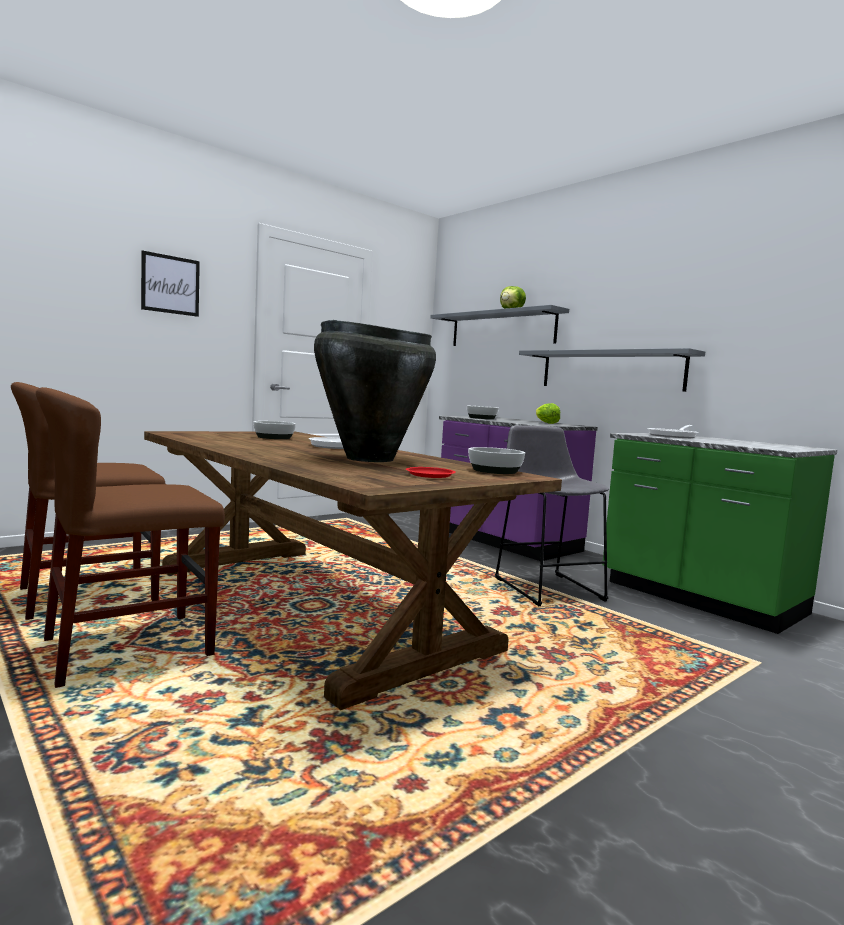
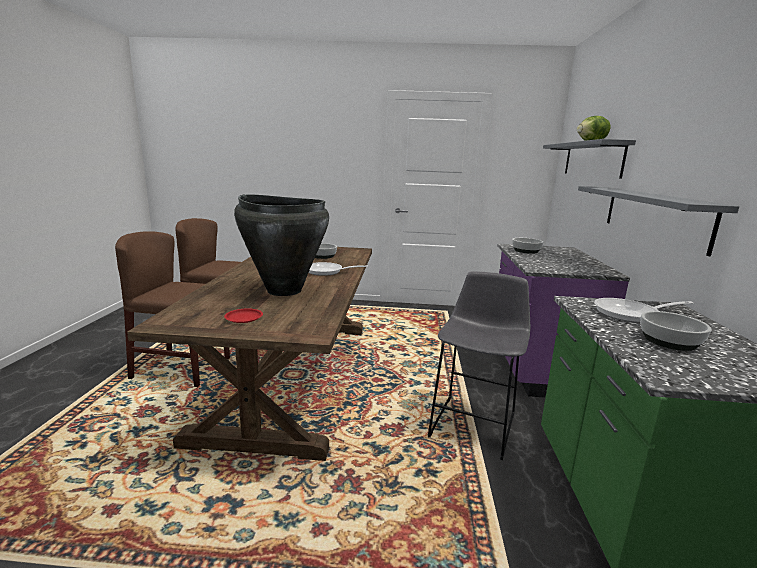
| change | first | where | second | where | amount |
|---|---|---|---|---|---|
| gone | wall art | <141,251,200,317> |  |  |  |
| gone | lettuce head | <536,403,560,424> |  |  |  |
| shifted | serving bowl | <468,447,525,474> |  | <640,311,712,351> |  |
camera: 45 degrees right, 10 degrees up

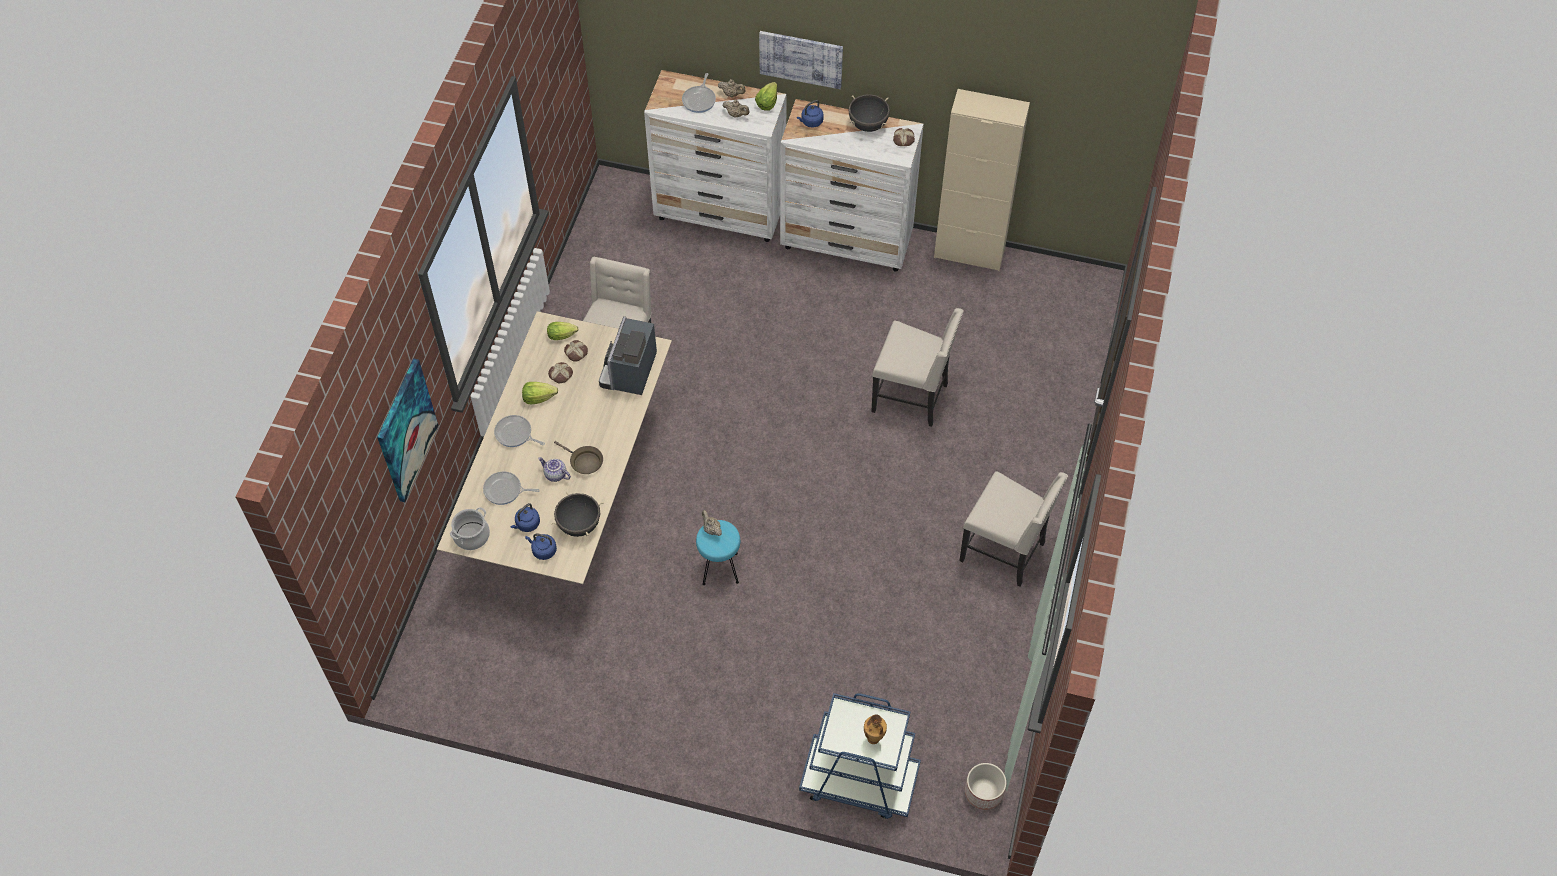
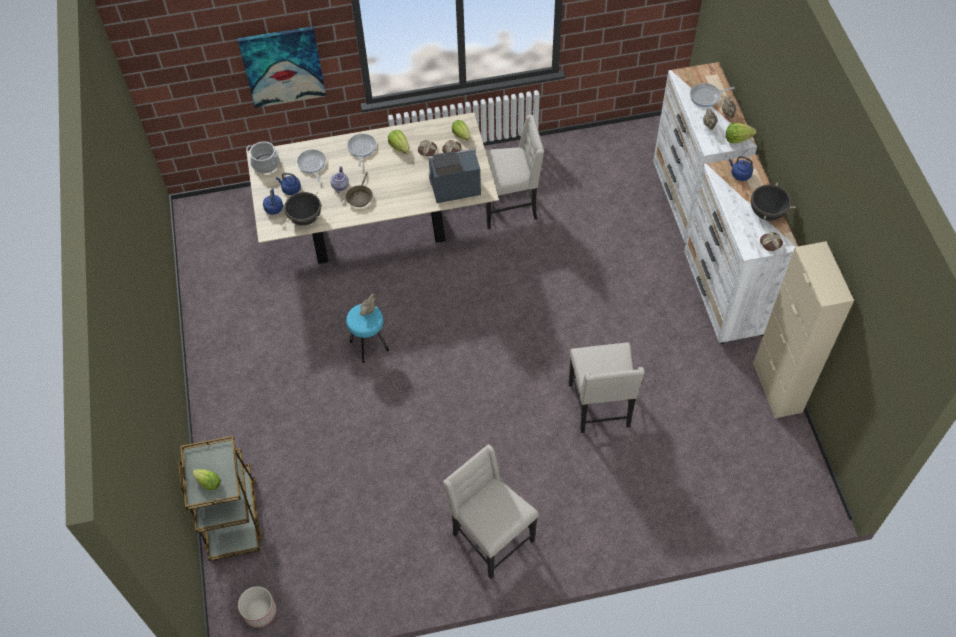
| change | first | where | second | where | amount |
|---|---|---|---|---|---|
| gone | wall art | <759,31,843,89> |  |  |  |
| rotated | plain chair/sand-coloured | <959,471,1068,587> |  | <443,444,538,579> | 135 degrees clockwise |
| repainted | trolley/blue-coloured | <799,693,921,819> | trolley/brown-coloured | <178,436,263,561> |  |
| swapped | decorative vase | <864,715,887,744> | lettuce head | <192,469,221,490> |  |
camera: 65 degrees right, 0 degrees up

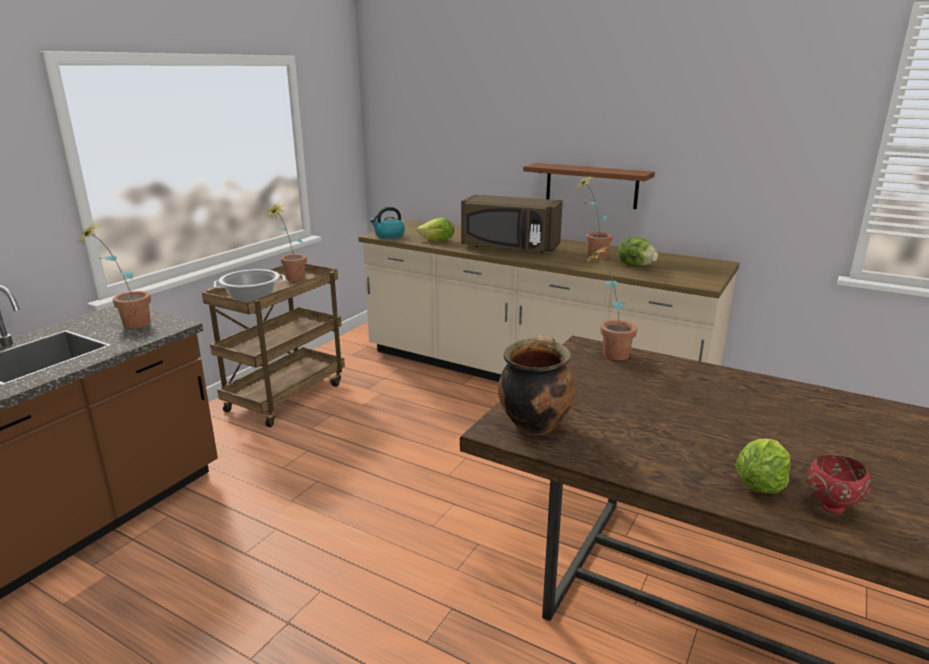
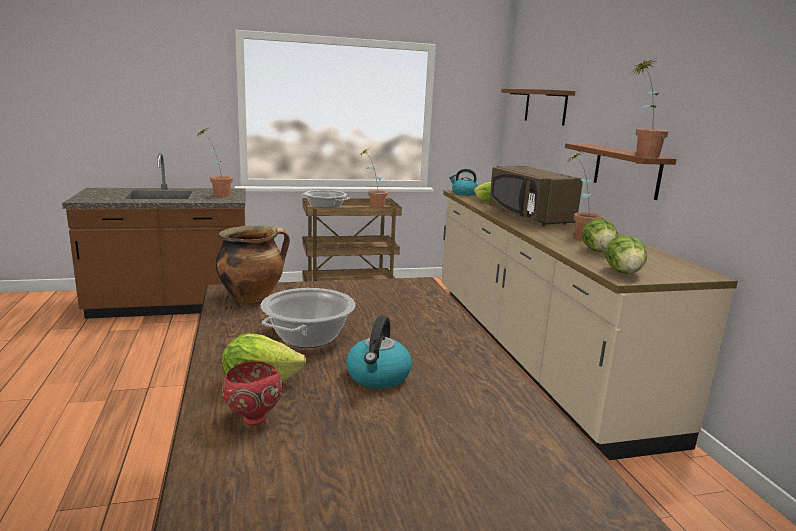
| change | first | where | second | where | amount |
|---|---|---|---|---|---|
| shifted | houseplant | <587,245,637,360> |  | <631,58,669,157> |  |
| new |  |  | wall shelf/brown-coloured | <501,89,575,126> |  |
| new |  |  | lettuce head | <605,235,647,274> |  |
| new |  |  | saucepot | <261,288,355,348> |  |
| new |  |  | tea kettle | <346,316,412,389> |  |
camera: 45 degrees right, 5 degrees down

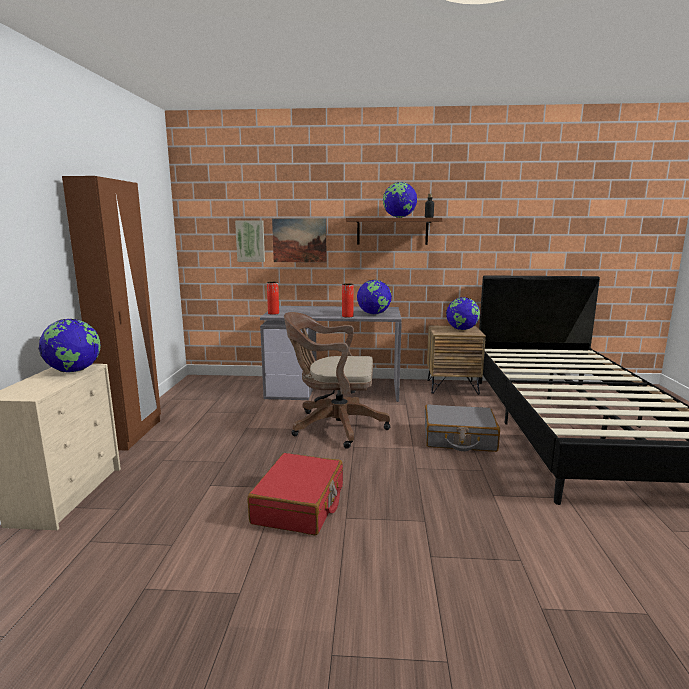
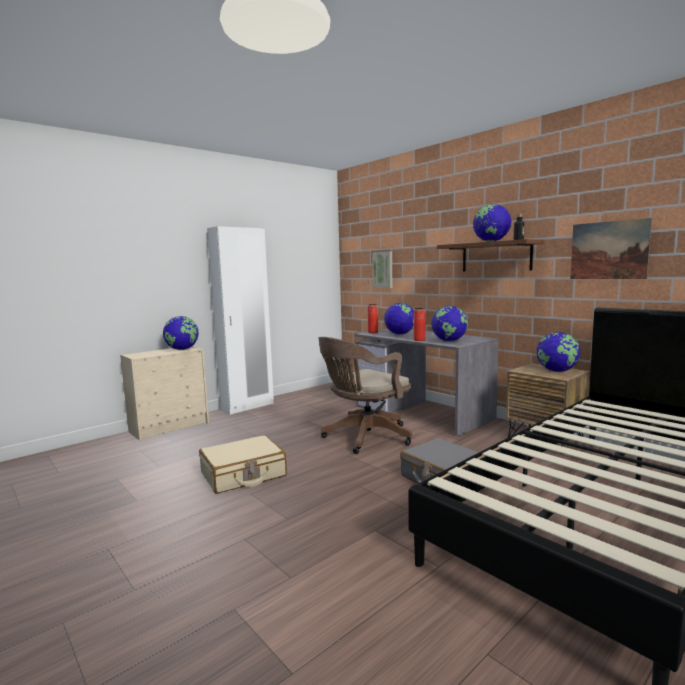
| change | first | where | second | where | amount |
|---|---|---|---|---|---|
| repainted | clothes cupboard/brown-coloured | <62,176,161,451> | clothes cupboard/white-coloured | <207,226,274,415> |  |
| shifted | wall art | <272,218,327,263> |  | <570,218,652,279> |  |
| rotated | computer chair/brown-coloured | <284,312,390,449> |  | <318,337,412,454> | 90 degrees counterclockwise |
| repainted | suitcase/red | <248,453,343,535> | suitcase/sand-coloured | <199,435,287,494> |  |
| new |  |  | world globe | <384,303,414,334> |  |
camera: 45 degrees right, 5 degrees down

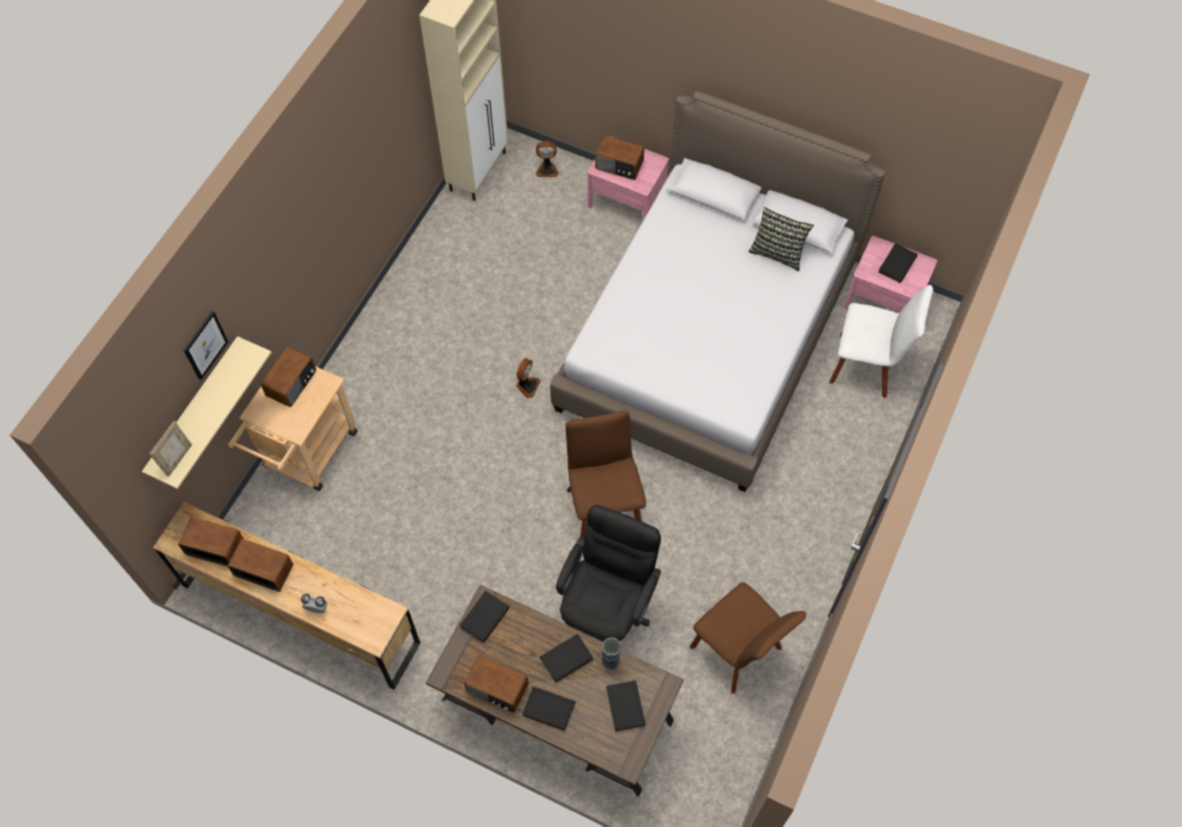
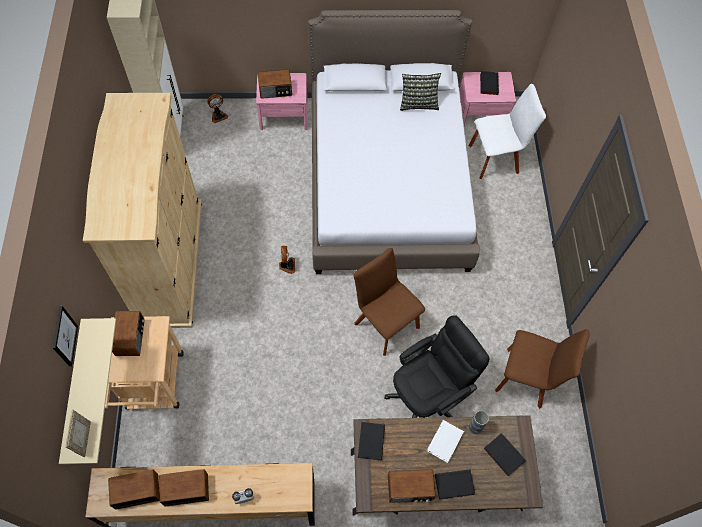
| change | first | where | second | where | amount |
|---|---|---|---|---|---|
| rotated | computer chair/black | <556,505,661,642> |  | <385,315,490,418> | 60 degrees clockwise |
| repainted | book/black | <540,634,593,682> | book/white-coloured | <427,420,464,463> |  |
| new |  |  | clothes cupboard/sand-coloured | <83,93,202,328> |  |
camera: 30 degrees left, 0 degrees up

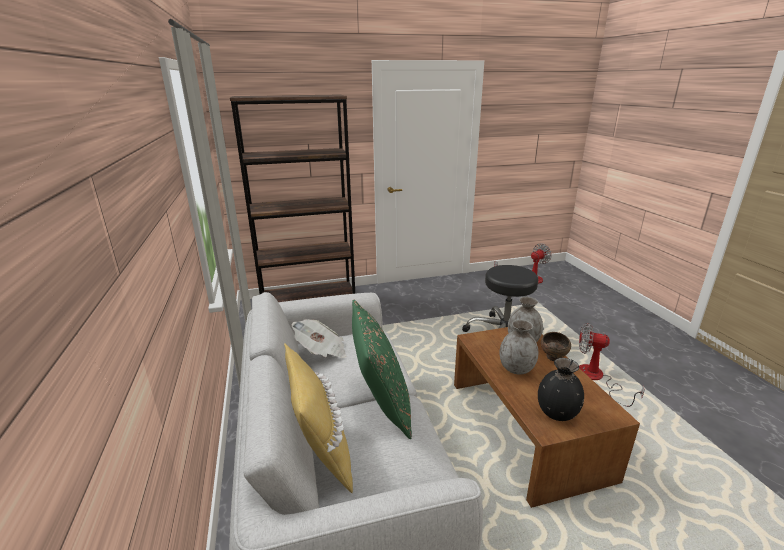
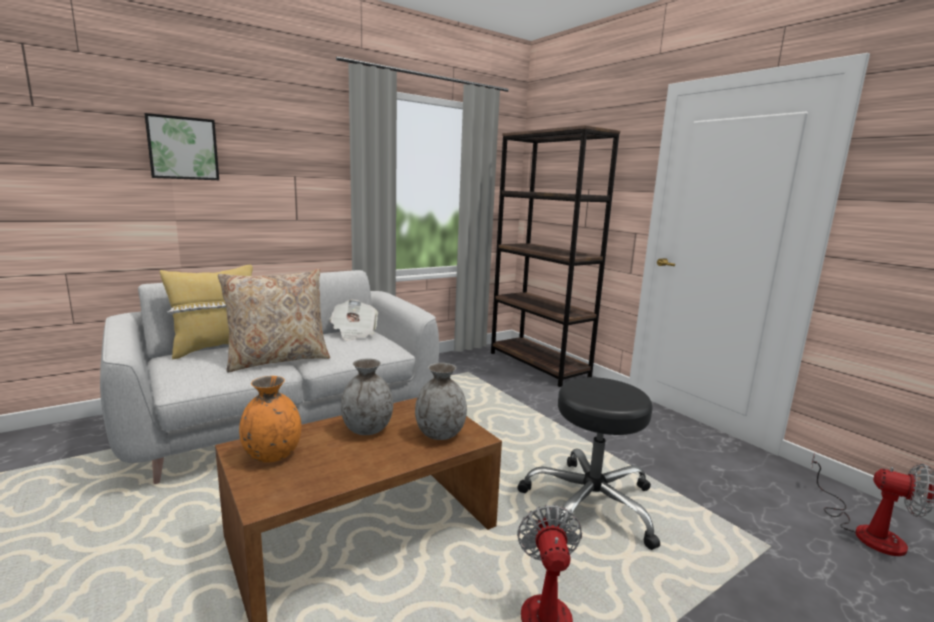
| change | first | where | second | where | amount |
|---|---|---|---|---|---|
| repainted | throw pillow/green | <352,300,412,439> | throw pillow/sand-coloured | <218,269,330,373> |  |
| gone | serving bowl/brown-coloured | <541,332,571,361> |  |  |  |
| repainted | decorative vase/black | <538,358,584,421> | decorative vase/orangey | <239,376,301,463> |  |
| new |  |  | wall art | <144,113,219,180> |  |
camera: 70 degrees right, 10 degrees down

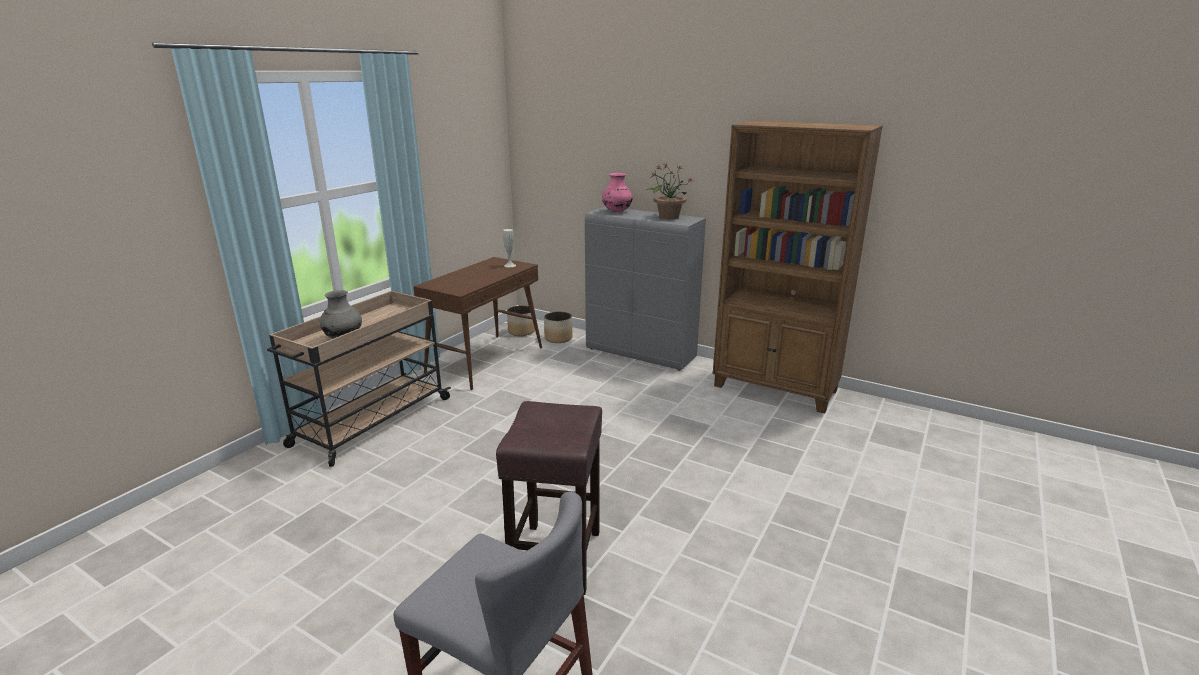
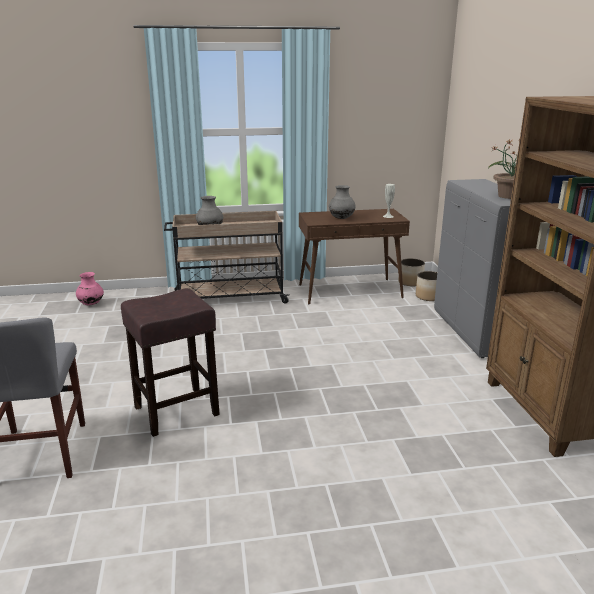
| change | first | where | second | where | amount |
|---|---|---|---|---|---|
| shifted | decorative vase/pink-coloured | <602,173,633,212> |  | <76,272,104,306> |  |
| new |  |  | decorative vase/grey | <329,185,356,219> |  |
camera: 50 degrees right, 0 degrees up

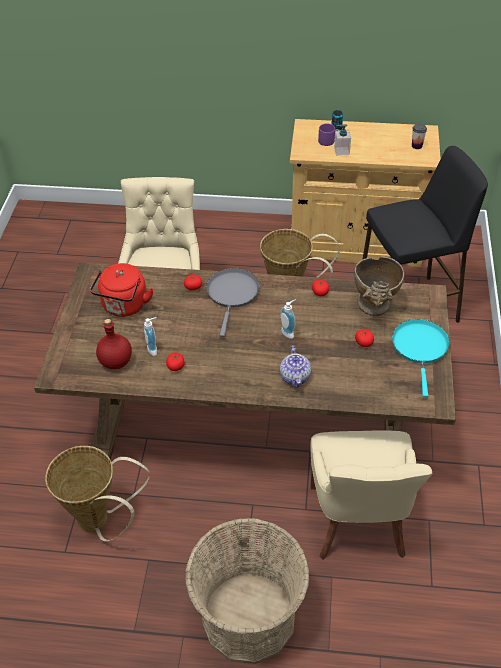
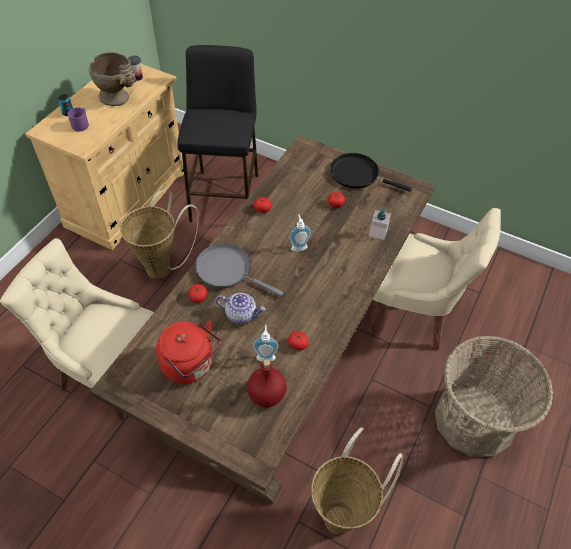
| change | first | where | second | where | amount |
|---|---|---|---|---|---|
| shifted | soap bottle | <334,124,351,156> |  | <369,206,391,240> |  |
| shifted | decorative vase/sand-coloured | <354,256,404,316> |  | <89,52,137,106> |  |
| repainted | frying pan/blue-green | <392,319,450,397> | frying pan/black | <330,153,412,192> |  |
| shifted | pot for tea | <280,345,311,388> |  | <216,293,265,324> |  |
camera: 70 degrees left, 5 degrees up

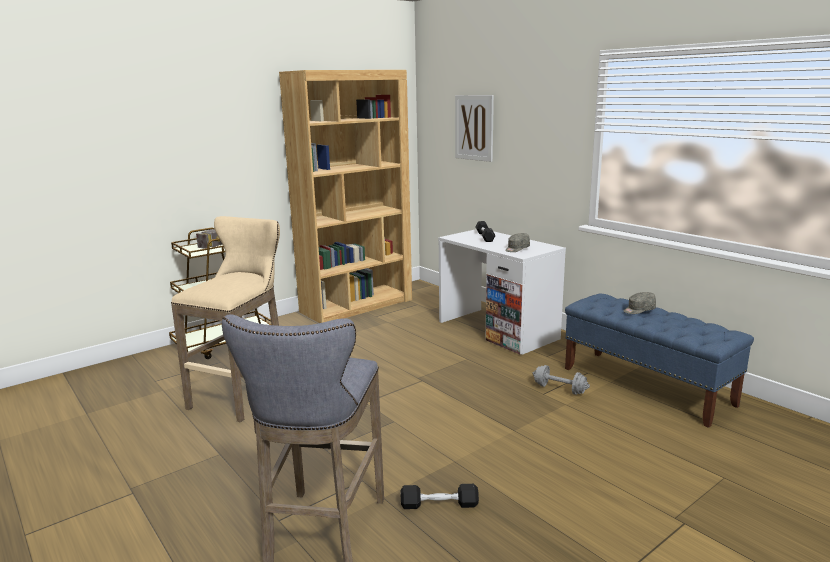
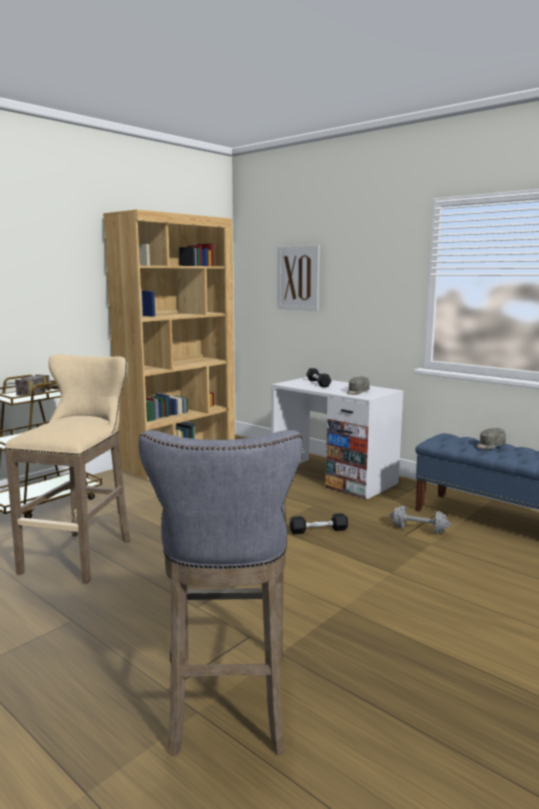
| change | first | where | second | where | amount |
|---|---|---|---|---|---|
| shifted | free weight/black | <401,484,479,509> |  | <290,513,348,534> |  |
camera: 10 degrees left, 5 degrees down

